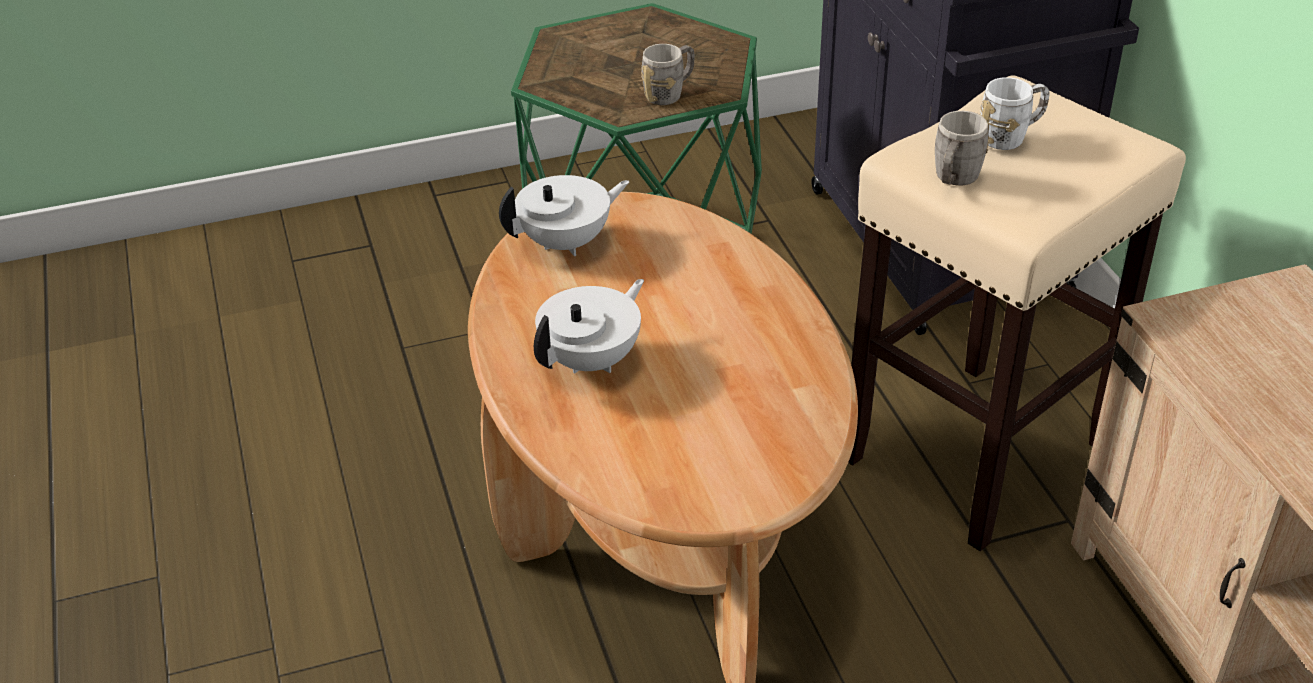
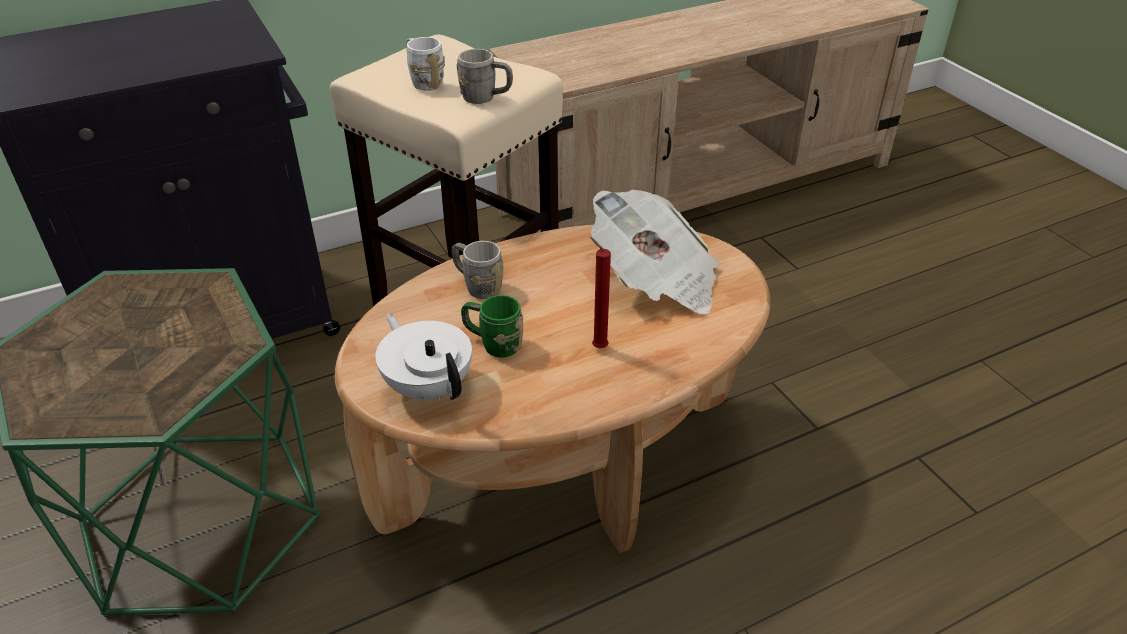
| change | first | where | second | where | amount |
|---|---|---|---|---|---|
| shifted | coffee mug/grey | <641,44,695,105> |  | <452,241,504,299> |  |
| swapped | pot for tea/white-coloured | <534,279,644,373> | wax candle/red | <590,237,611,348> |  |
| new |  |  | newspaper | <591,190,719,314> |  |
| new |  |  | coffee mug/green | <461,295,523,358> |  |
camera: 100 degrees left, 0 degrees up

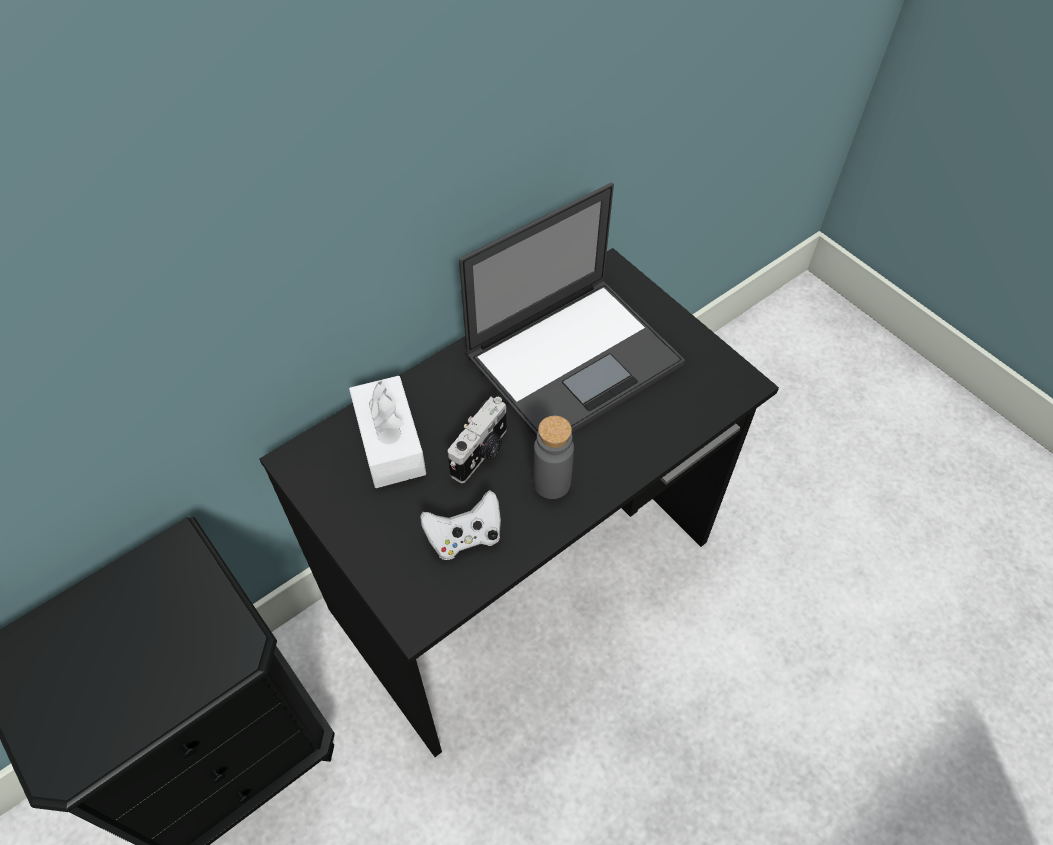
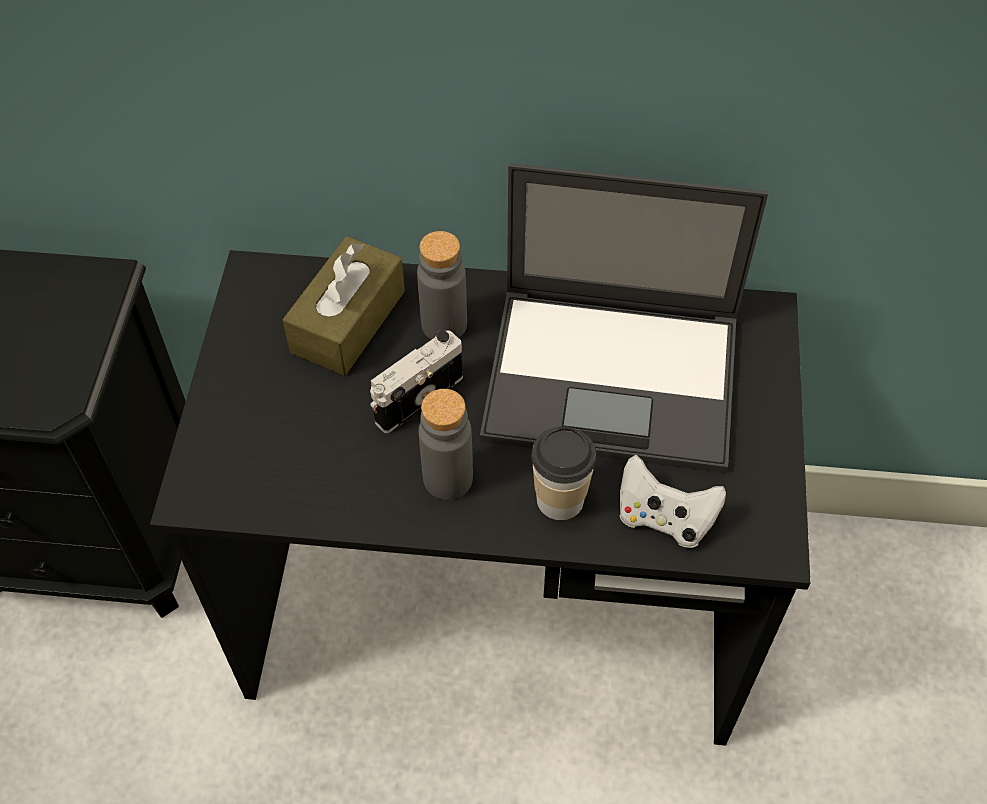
| change | first | where | second | where | amount |
|---|---|---|---|---|---|
| repainted | tissue box/white-coloured | <349,376,426,488> | tissue box/brown-coloured | <282,236,405,376> |  |
| rotated | still camera | <448,397,507,483> |  | <370,330,463,433> | 150 degrees clockwise |
| shifted | joypad/white-coloured | <420,490,501,560> |  | <619,455,726,548> |  |
| new |  |  | drink bottle/grey | <417,231,467,340> |  |
| new |  |  | drinking cup | <531,426,596,520> |  |
camera: 45 degrees right, 0 degrees up

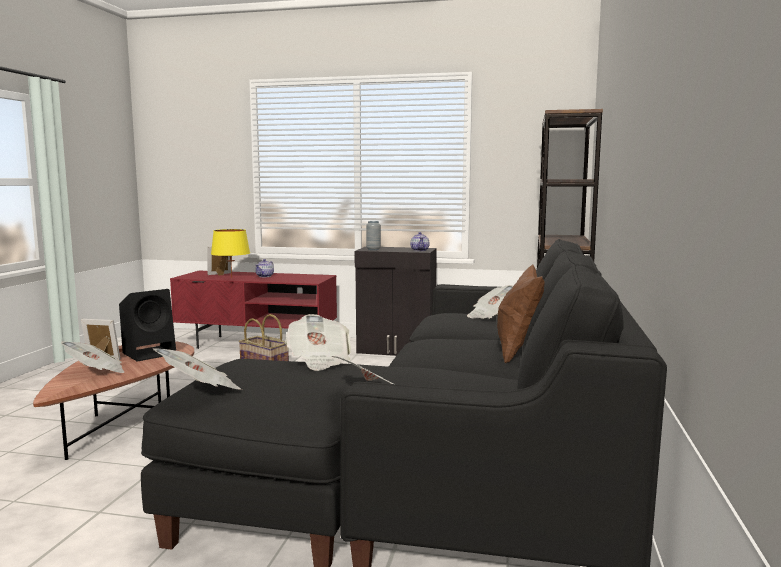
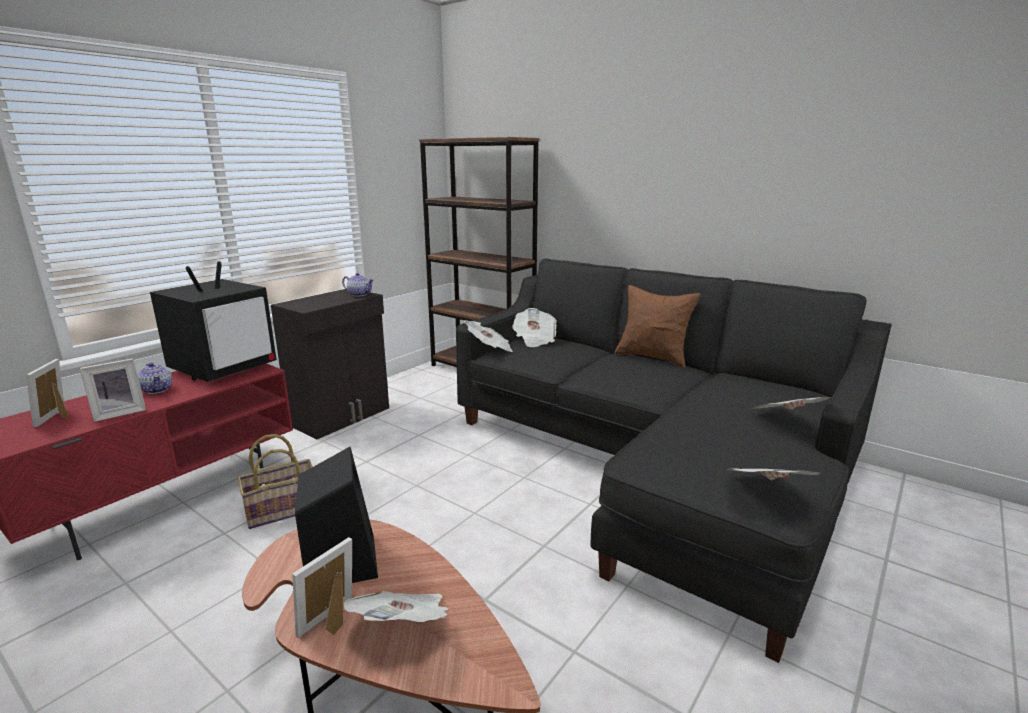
| change | first | where | second | where | amount |
|---|---|---|---|---|---|
| gone | decorative vase/grey | <366,221,381,250> |  |  |  |
| swapped | tabletop lamp/yellowish | <211,229,250,279> | photo frame | <79,358,146,422> |  |
| shifted | newspaper | <285,314,351,371> |  | <464,320,513,352> |  |
| new |  |  | television | <150,261,277,382> |  |
camera: 65 degrees left, 10 degrees up

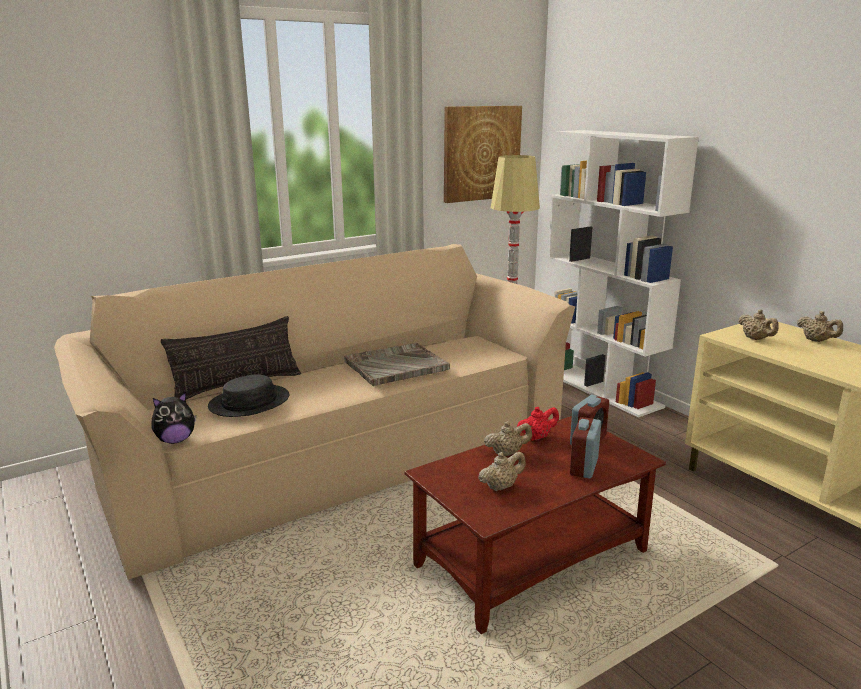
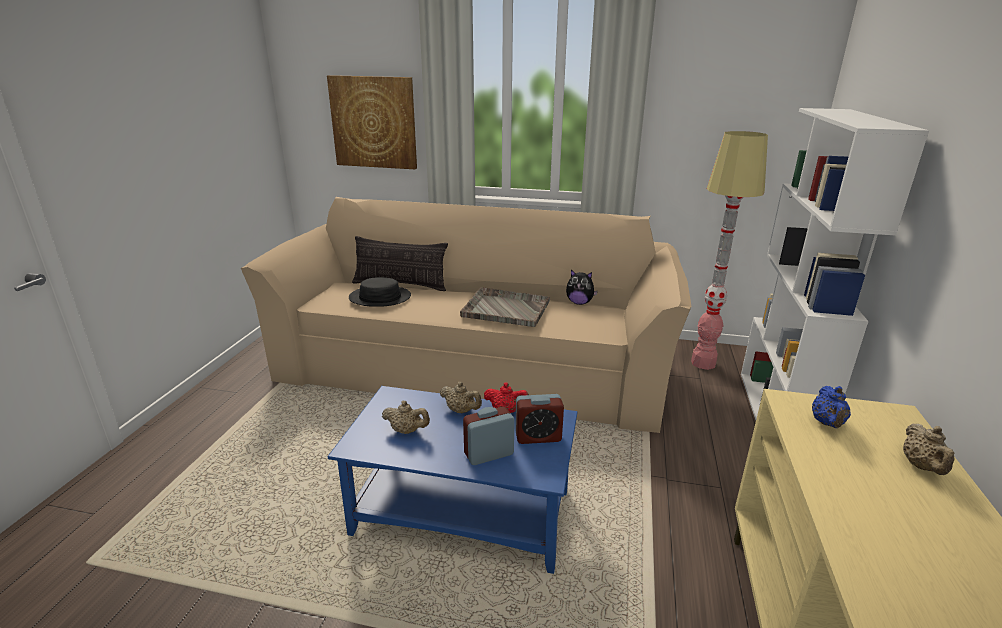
| change | first | where | second | where | amount |
|---|---|---|---|---|---|
| shifted | wall art | <444,106,522,203> |  | <327,75,417,169> |  |
| repainted | pot for tea/sand-coloured | <738,310,778,340> | pot for tea/blue-coloured | <812,386,851,428> |  |
| shifted | cuddly toy | <152,393,196,444> |  | <566,270,598,305> |  |
| repainted | low table/brown-coloured | <405,416,666,634> | low table/blue-coloured | <328,386,578,574> |  |
camera: 45 degrees right, 5 degrees up

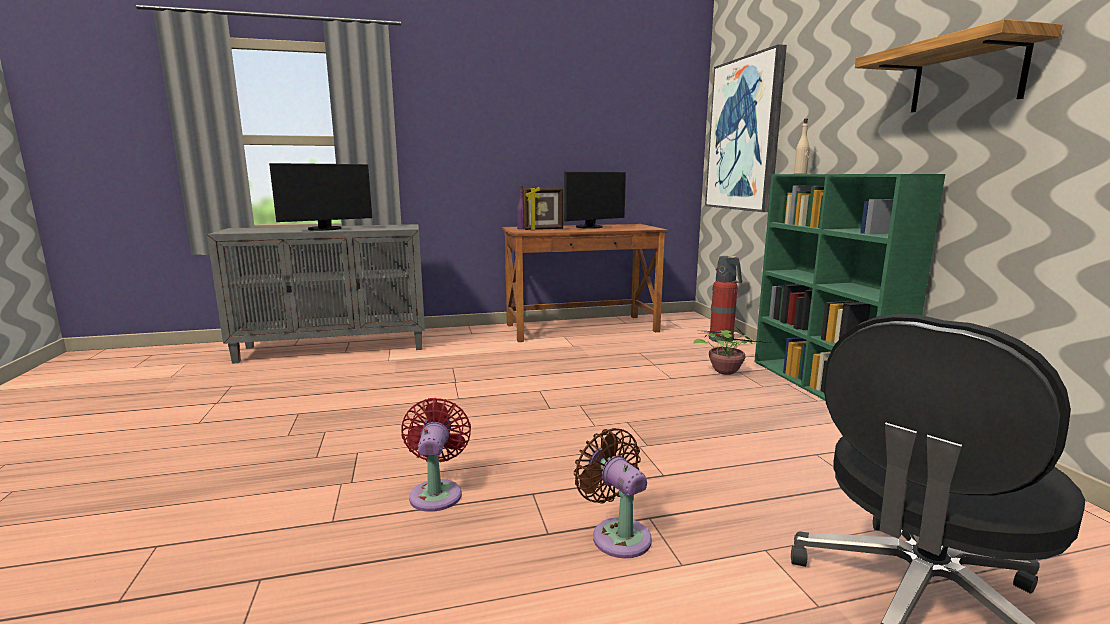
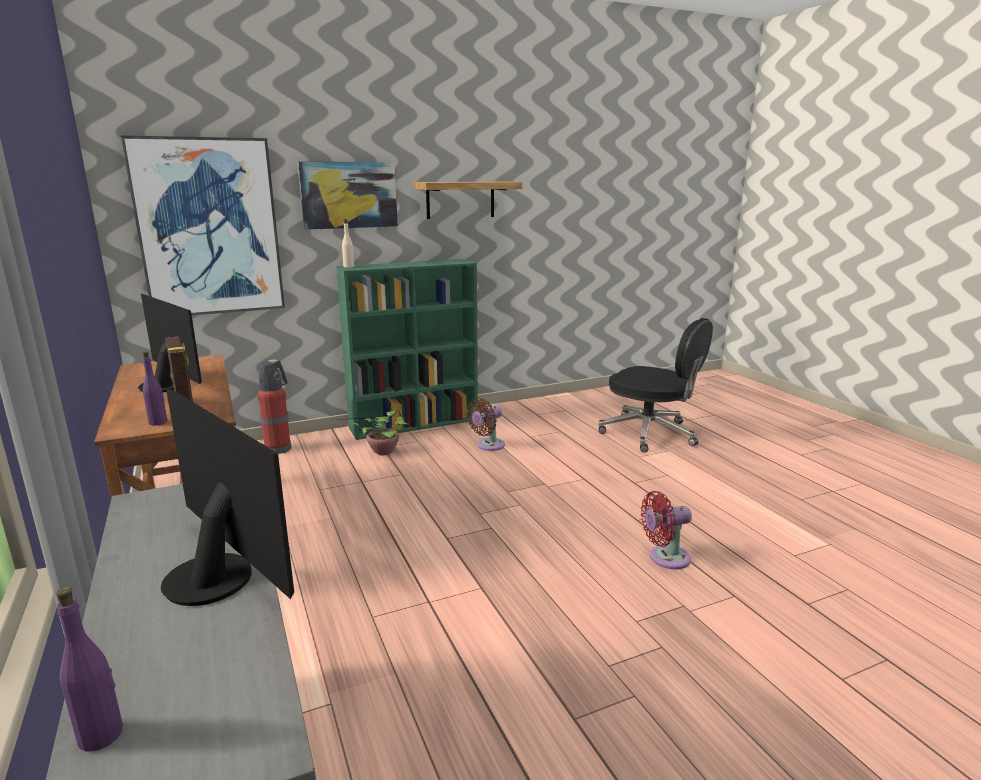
| change | first | where | second | where | amount |
|---|---|---|---|---|---|
| shifted | electric fan/brown-coloured | <574,428,652,558> |  | <467,398,505,451> |  |
| new |  |  | wall art | <298,162,398,230> |  |
| new |  |  | drink bottle/purplish | <56,587,123,752> |  |
camera: 100 degrees left, 5 degrees up

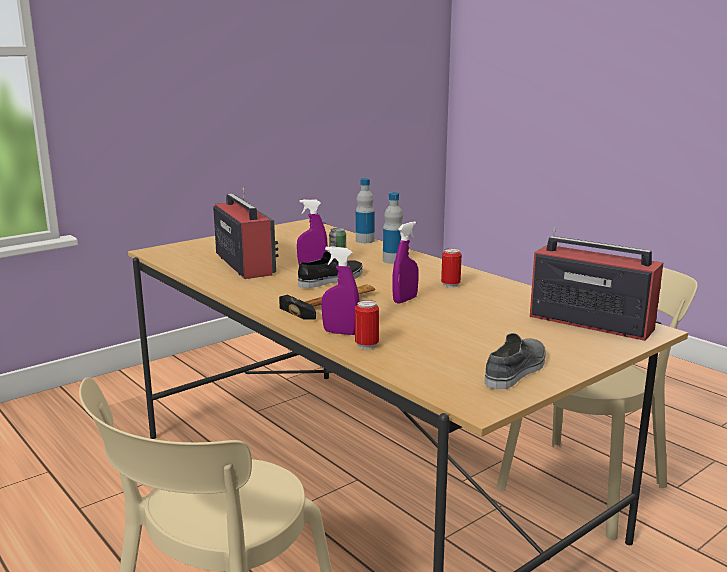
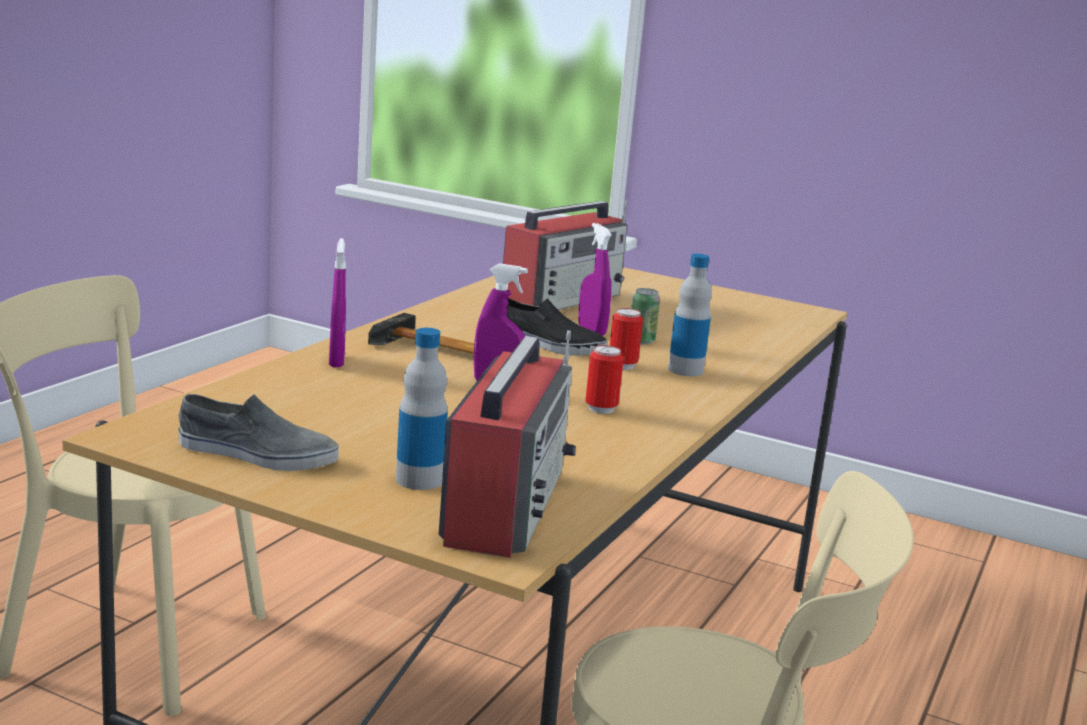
| change | first | where | second | where | amount |
|---|---|---|---|---|---|
| shifted | drink bottle | <356,178,375,243> |  | <396,328,448,490> |  |
| shifted | sealed can | <355,300,379,349> |  | <610,308,643,370> |  |
camera: 65 degrees right, 0 degrees up

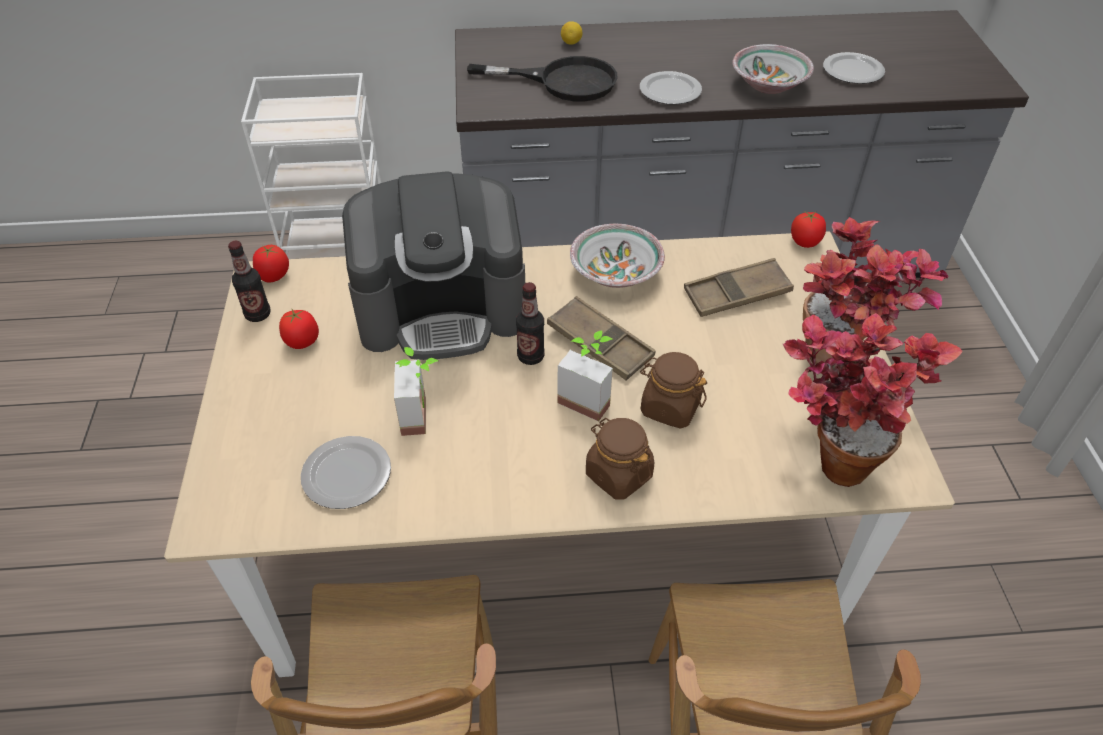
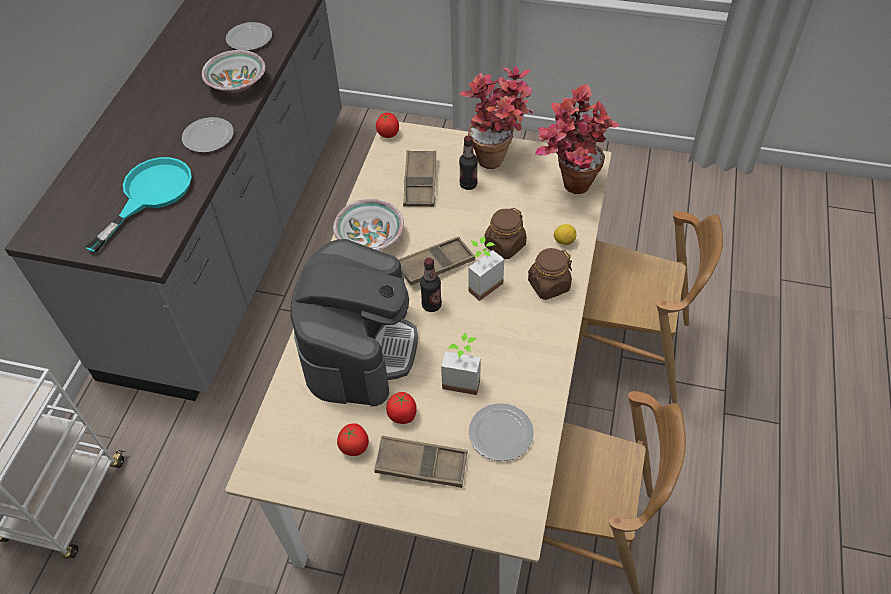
| change | first | where | second | where | amount |
|---|---|---|---|---|---|
| shifted | lemon | <561,21,582,45> |  | <554,224,576,245> |  |
| repainted | frying pan/black | <467,56,618,101> | frying pan/blue-green | <85,157,192,253> |  |
| shifted | drink bottle | <228,241,270,322> |  | <459,135,478,190> |  |
| shifted | fresh tomato | <253,245,289,282> |  | <386,392,417,424> |  |
| new |  |  | tray/brown-coloured | <374,436,468,488> |  |
camera: 70 degrees left, 5 degrees up

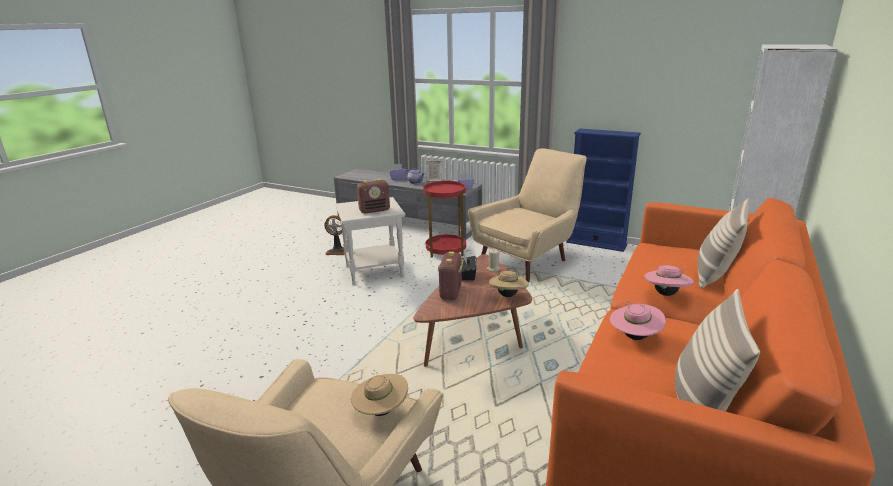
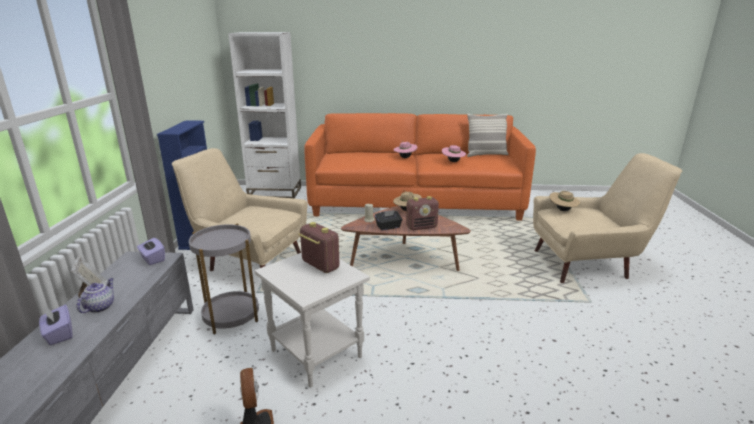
| change | first | where | second | where | amount |
|---|---|---|---|---|---|
| repainted | end table/red | <423,181,466,258> | end table/grey | <189,223,259,334> |  |
| gone | throw pillow | <698,199,749,289> |  |  |  |
camera: 115 degrees left, 0 degrees up

